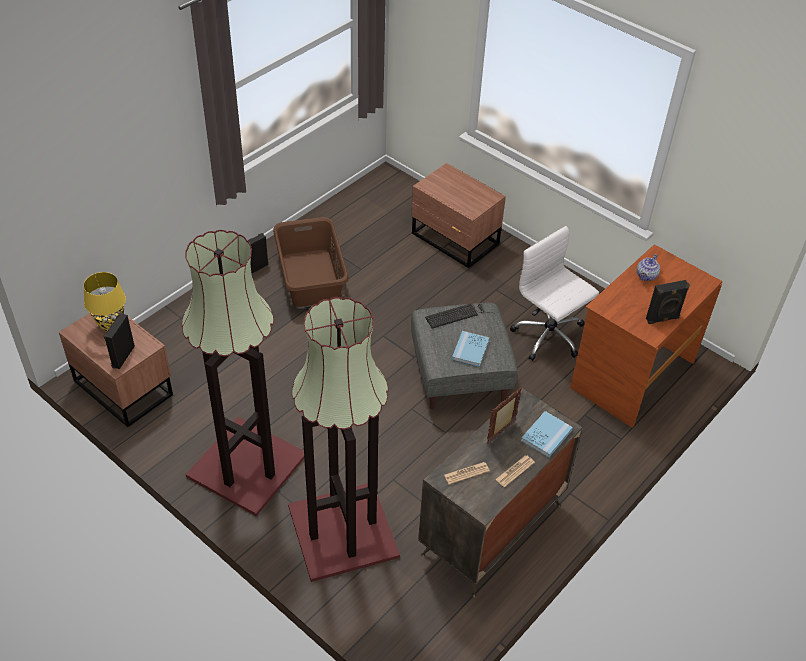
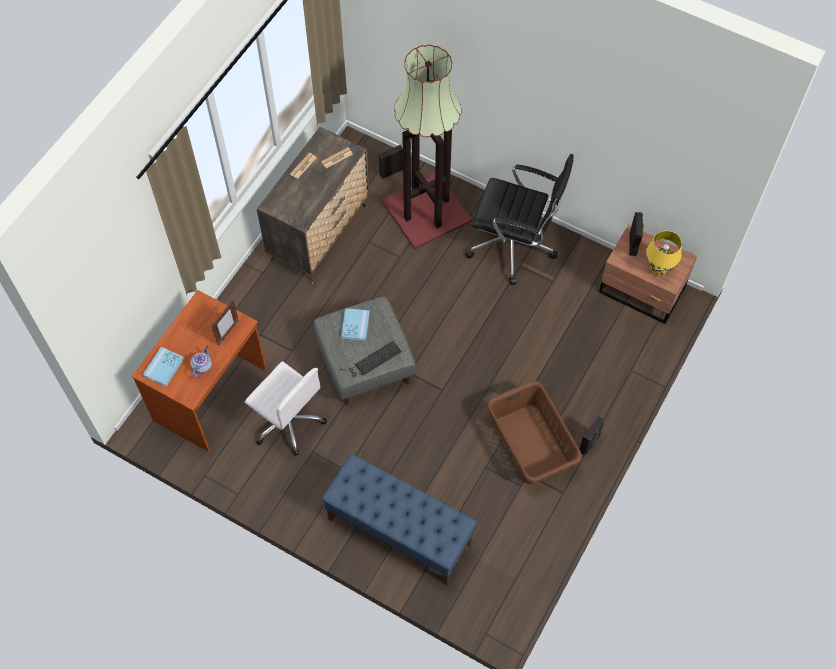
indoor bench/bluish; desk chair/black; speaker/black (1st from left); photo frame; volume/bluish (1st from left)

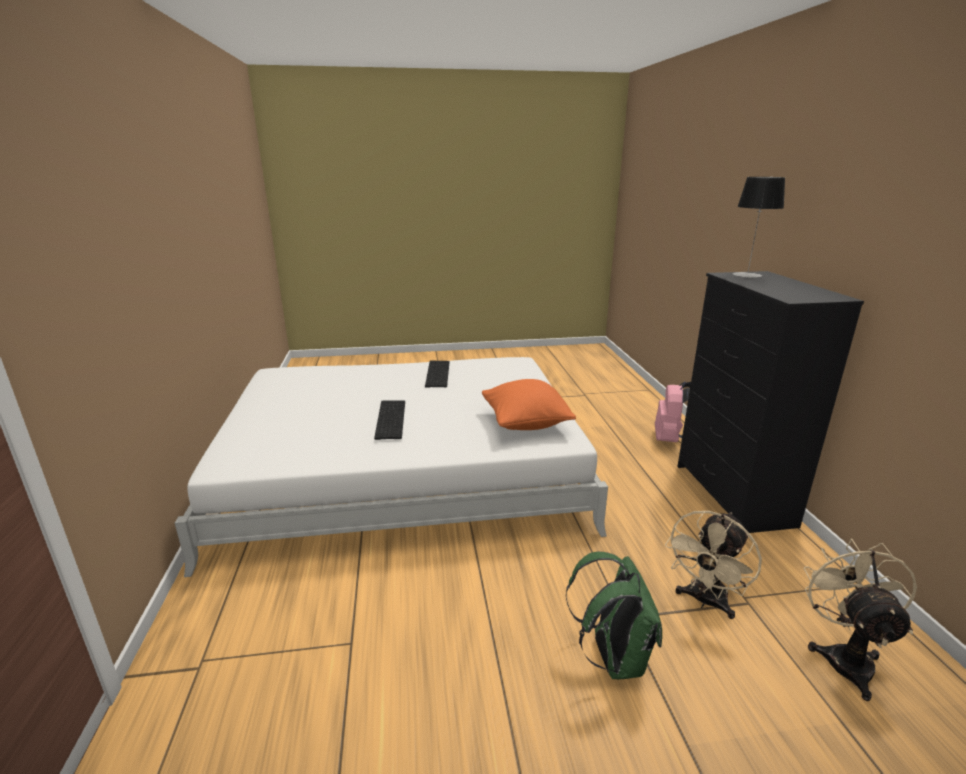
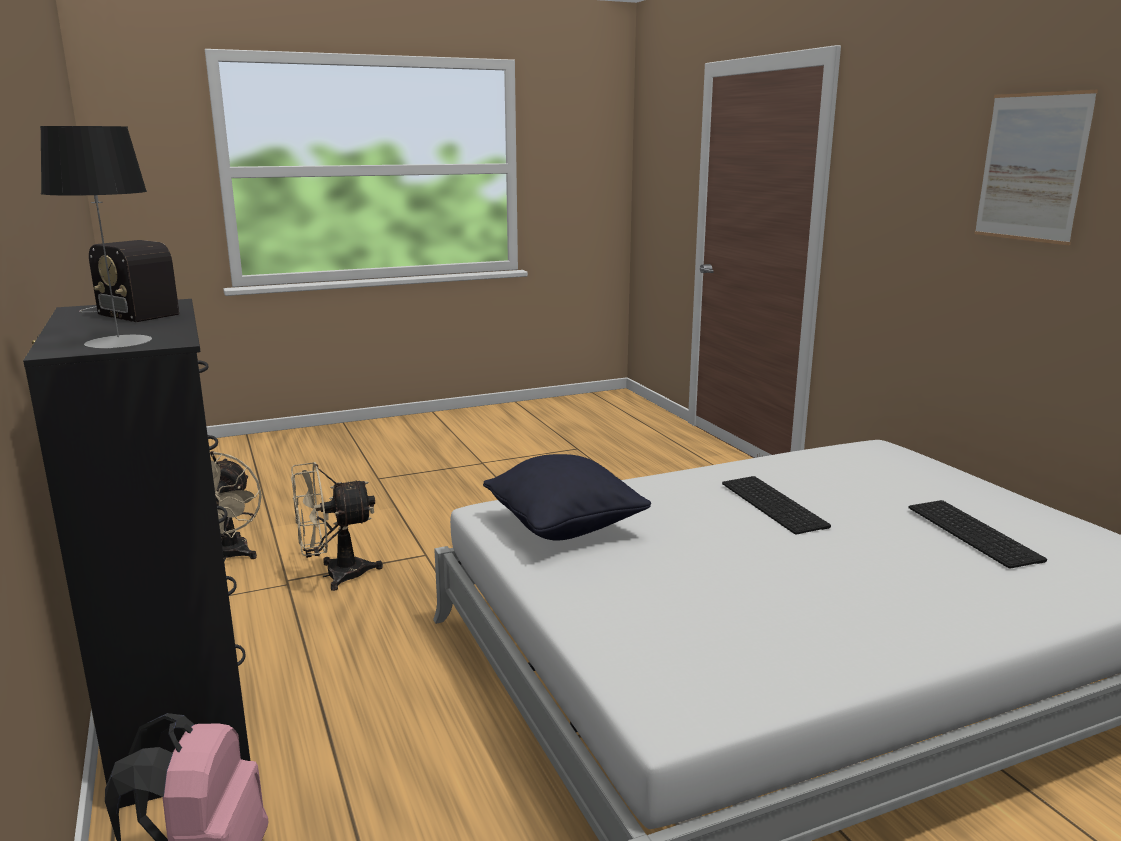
computer keyboard (2nd from left); pillow/black; electric fan/beige-coloured (2nd from left); rucksack/greenish; wall art; radio

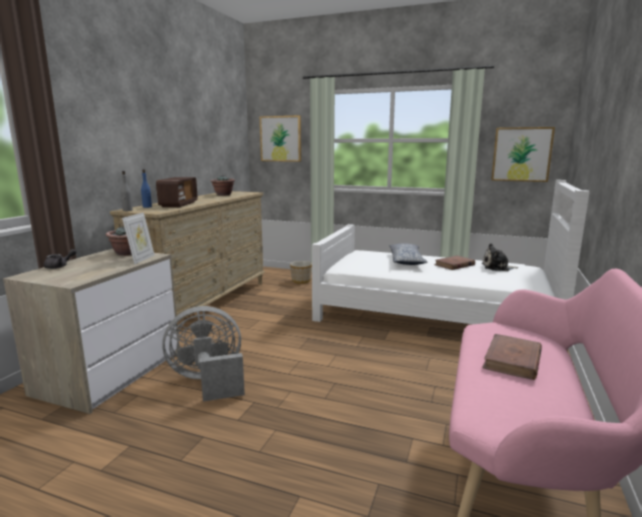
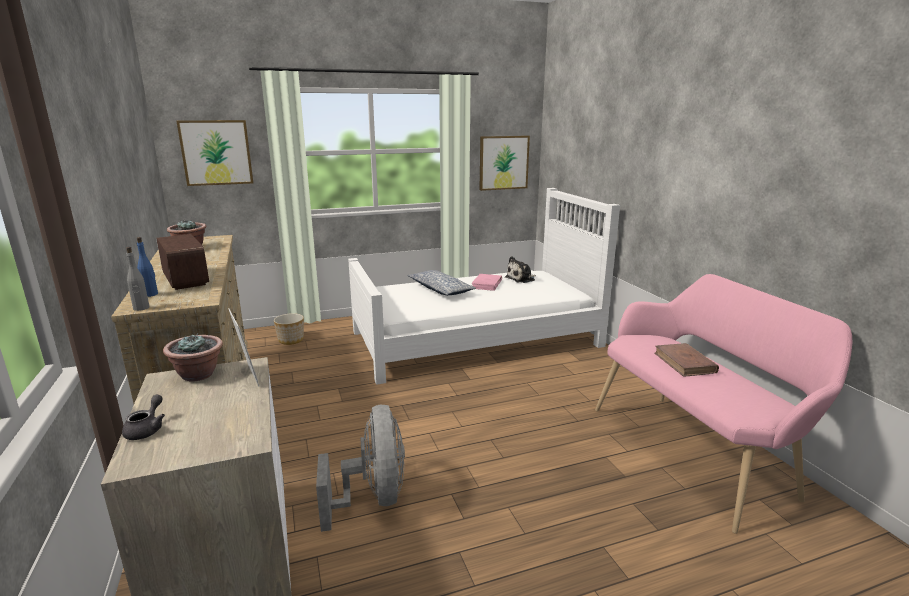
volume/pinkish; electric fan/gray

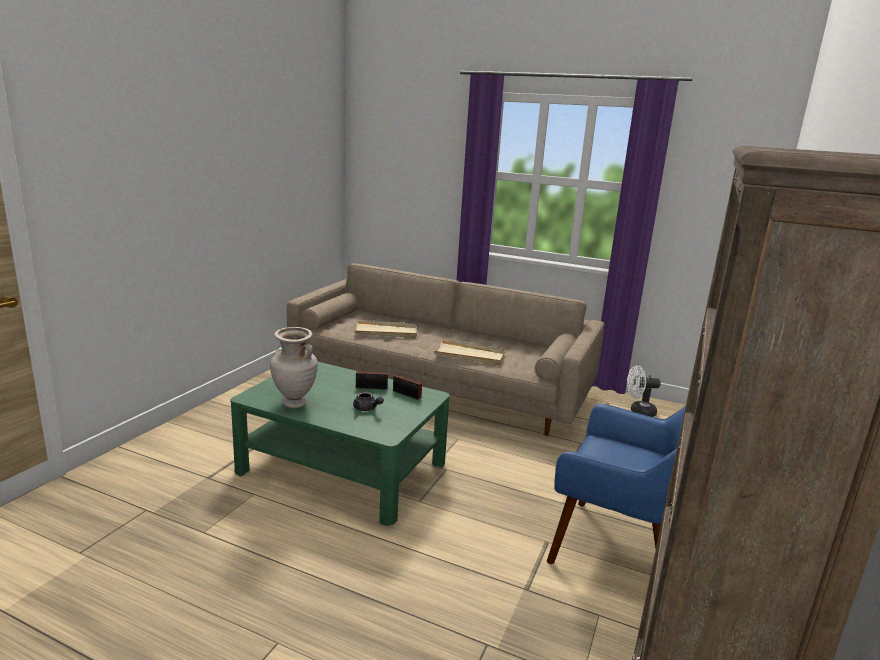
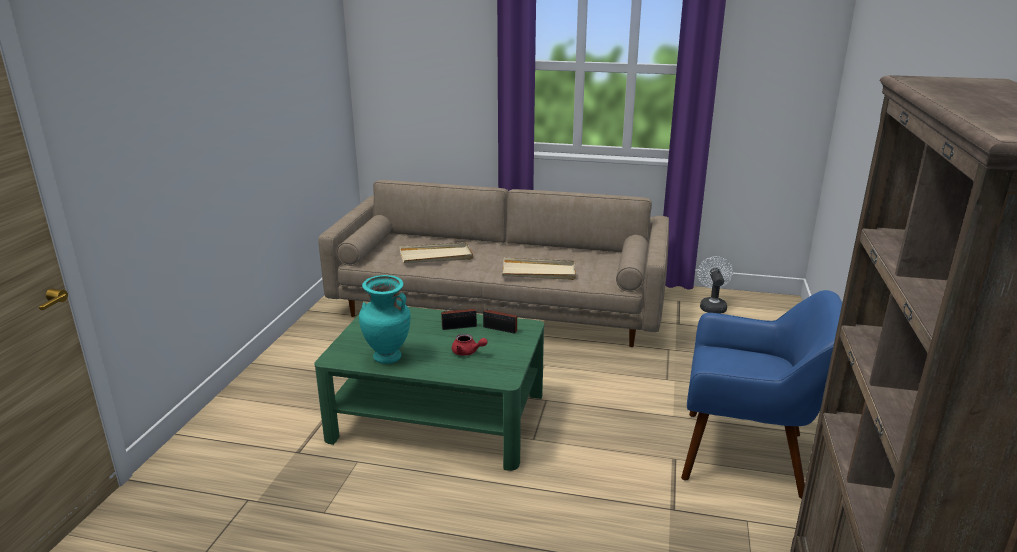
flower vase/turquoise-coloured; electric fan/whitish; tea pot/red-coloured

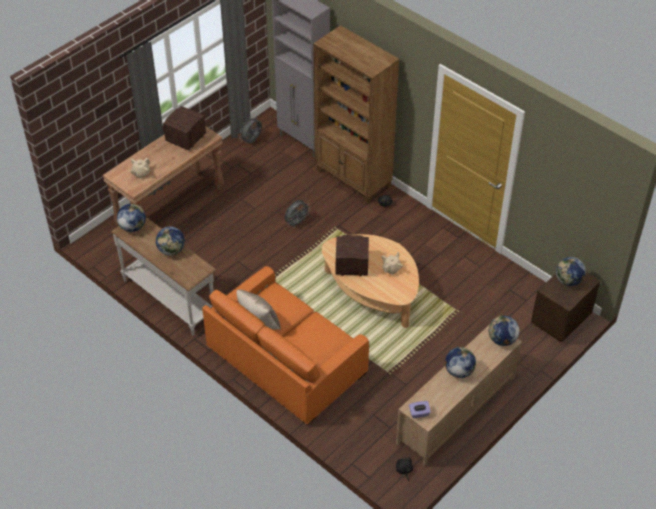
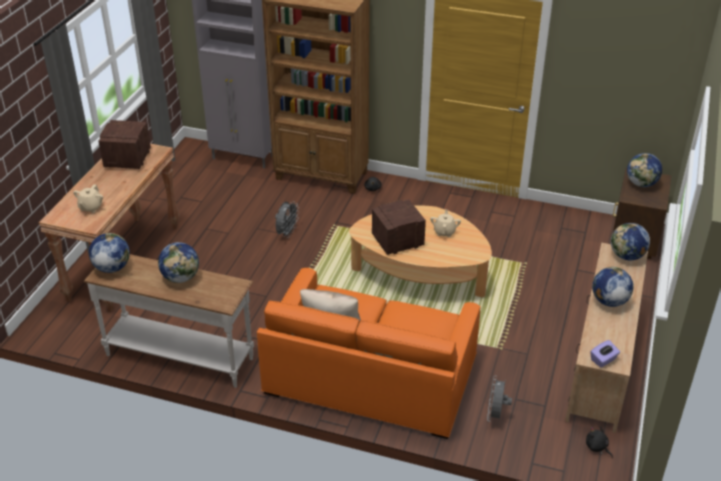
electric fan/gray (2nd from left)

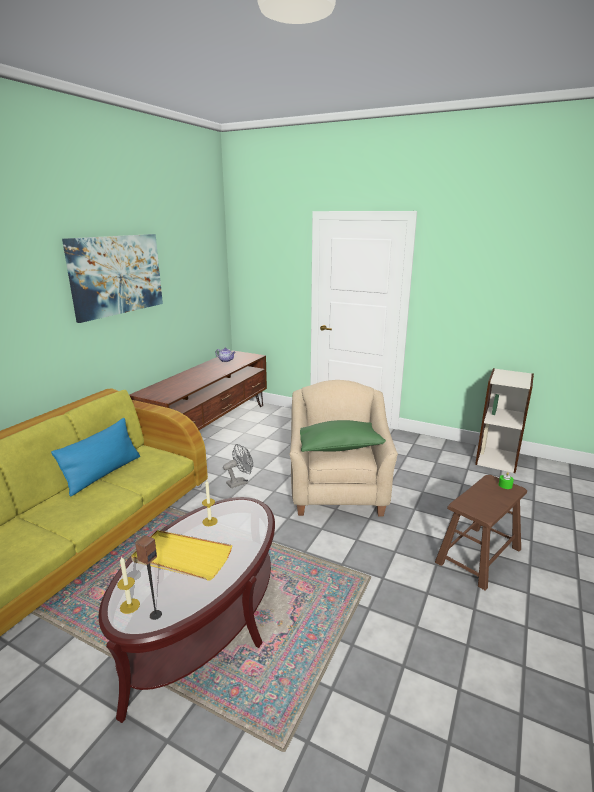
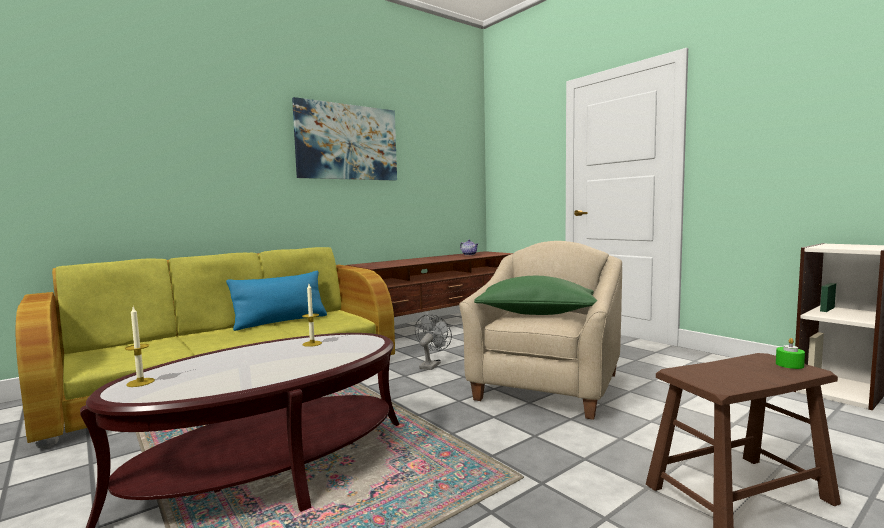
electric fan/gray; carrying tray/yellow-coloured; speaker

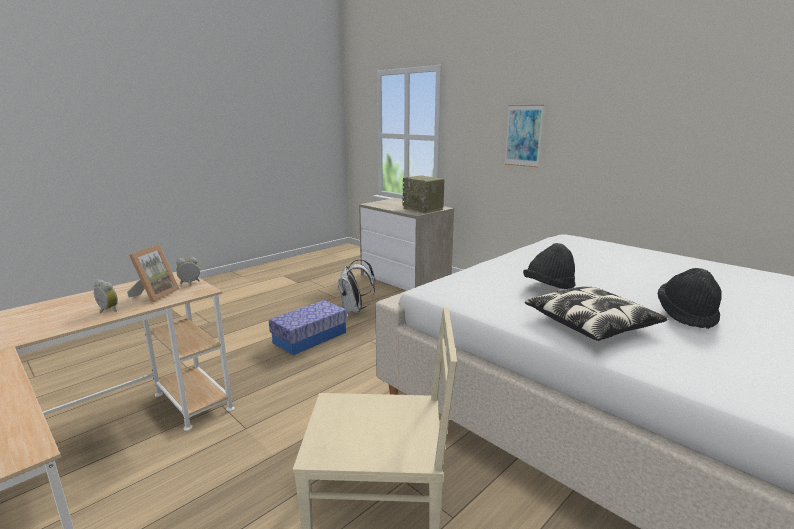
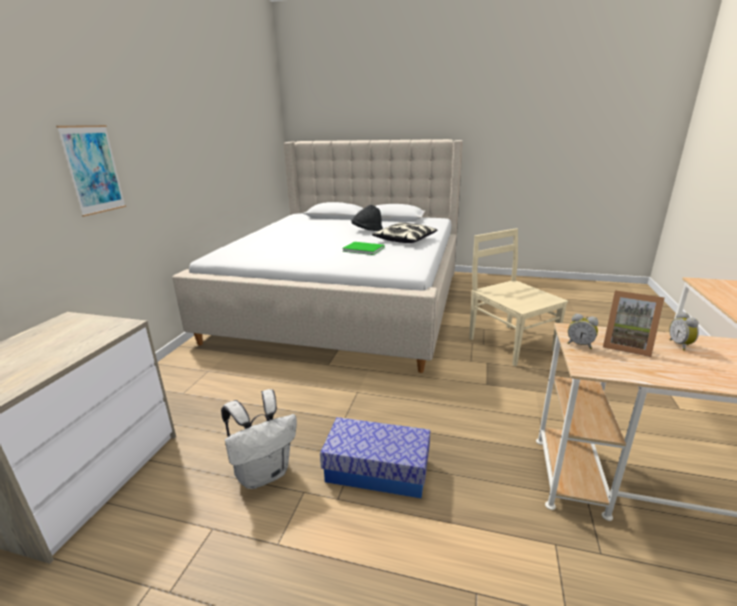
radio; volume/greenish; photo frame

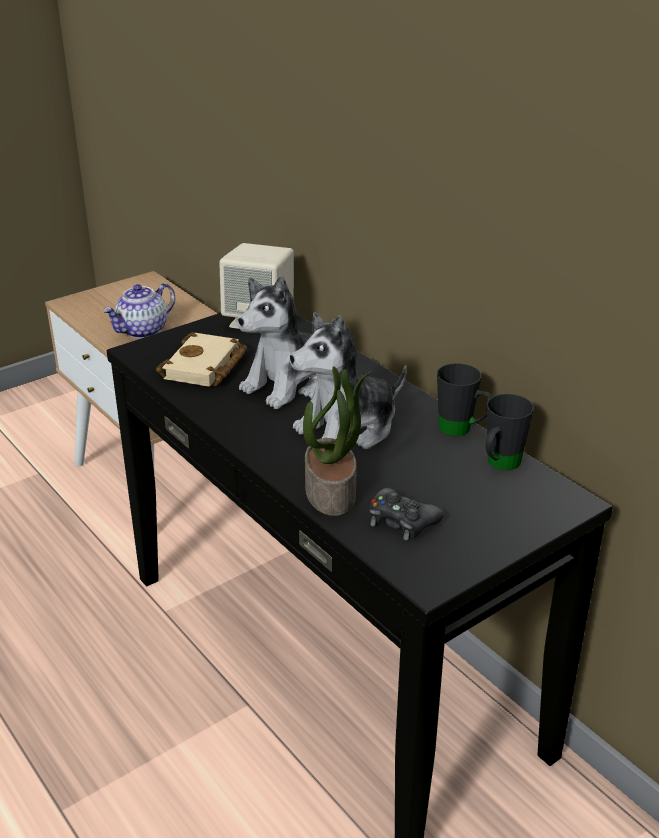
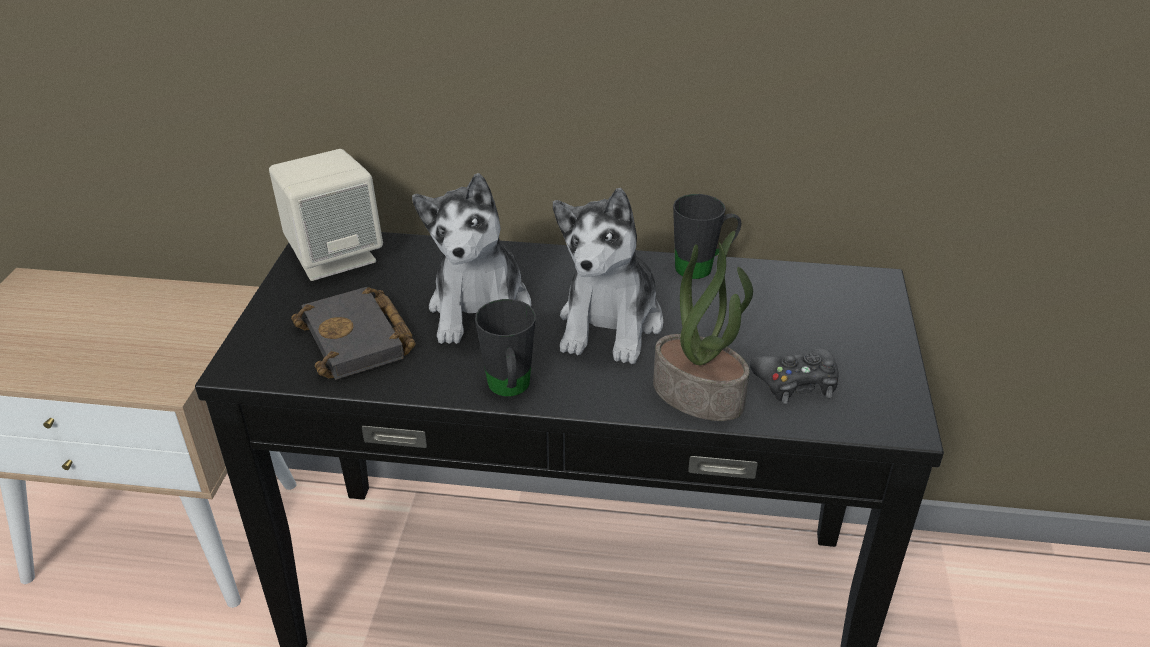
tea pot; volume/black; coffee mug/black (1st from left)

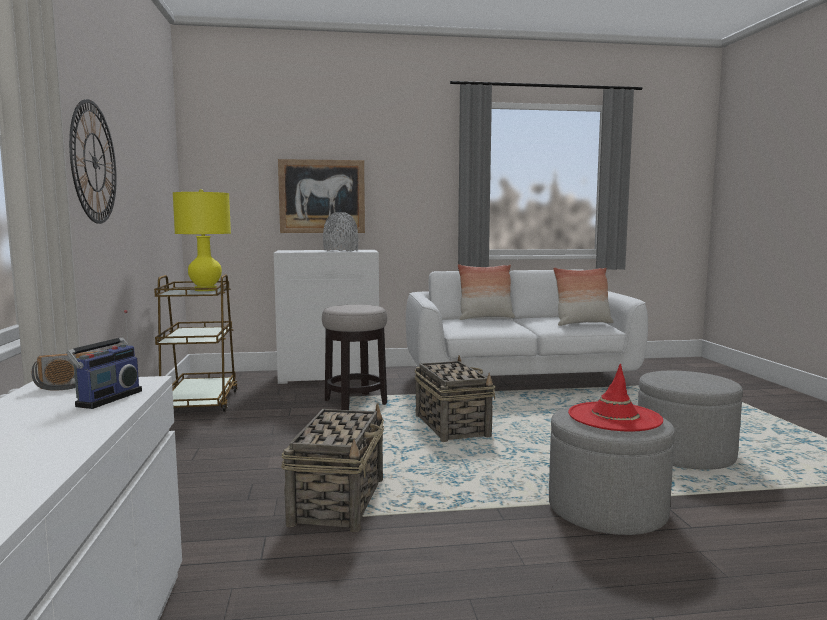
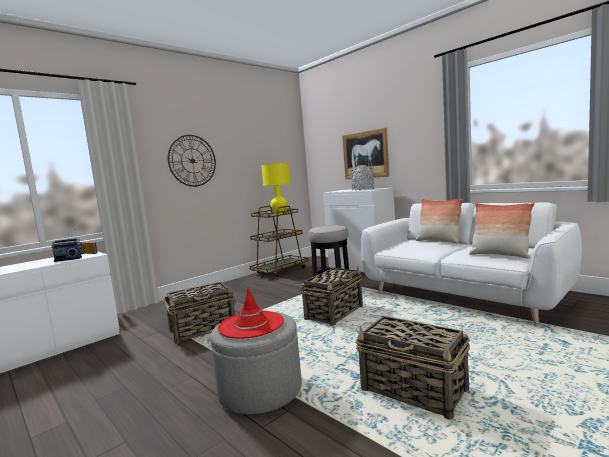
storage basket (3rd from left)

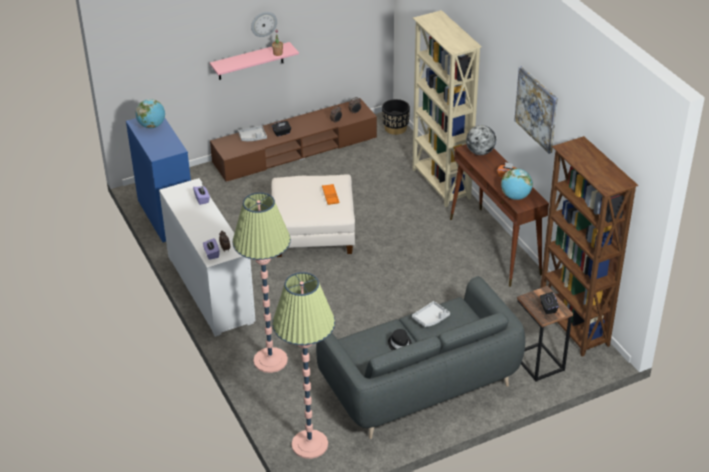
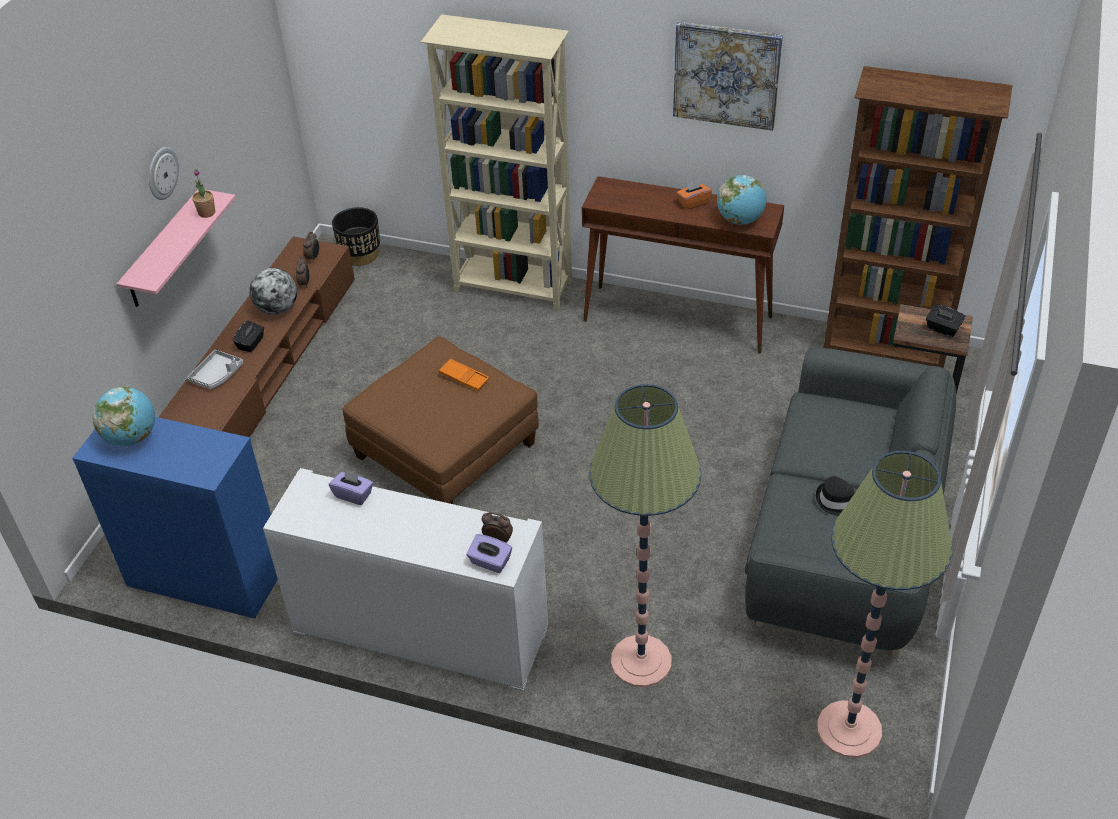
desk globe (2nd from left); ottoman/brown; carrying tray/gray (2nd from left in the first image)

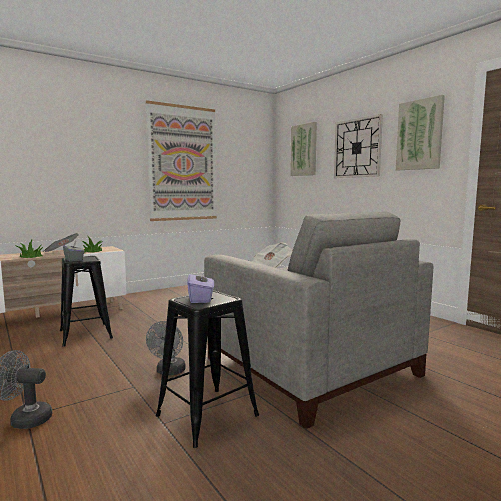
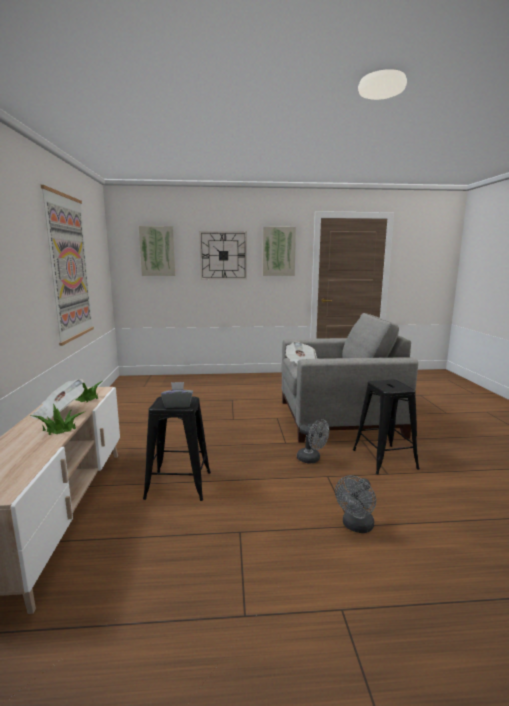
tissue holder/purple-coloured

